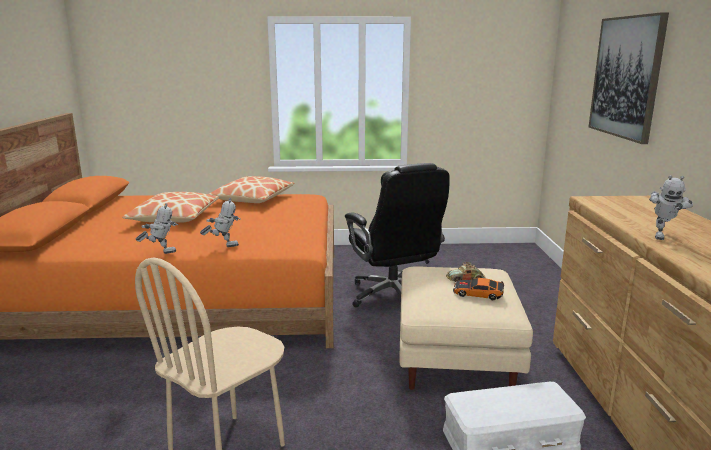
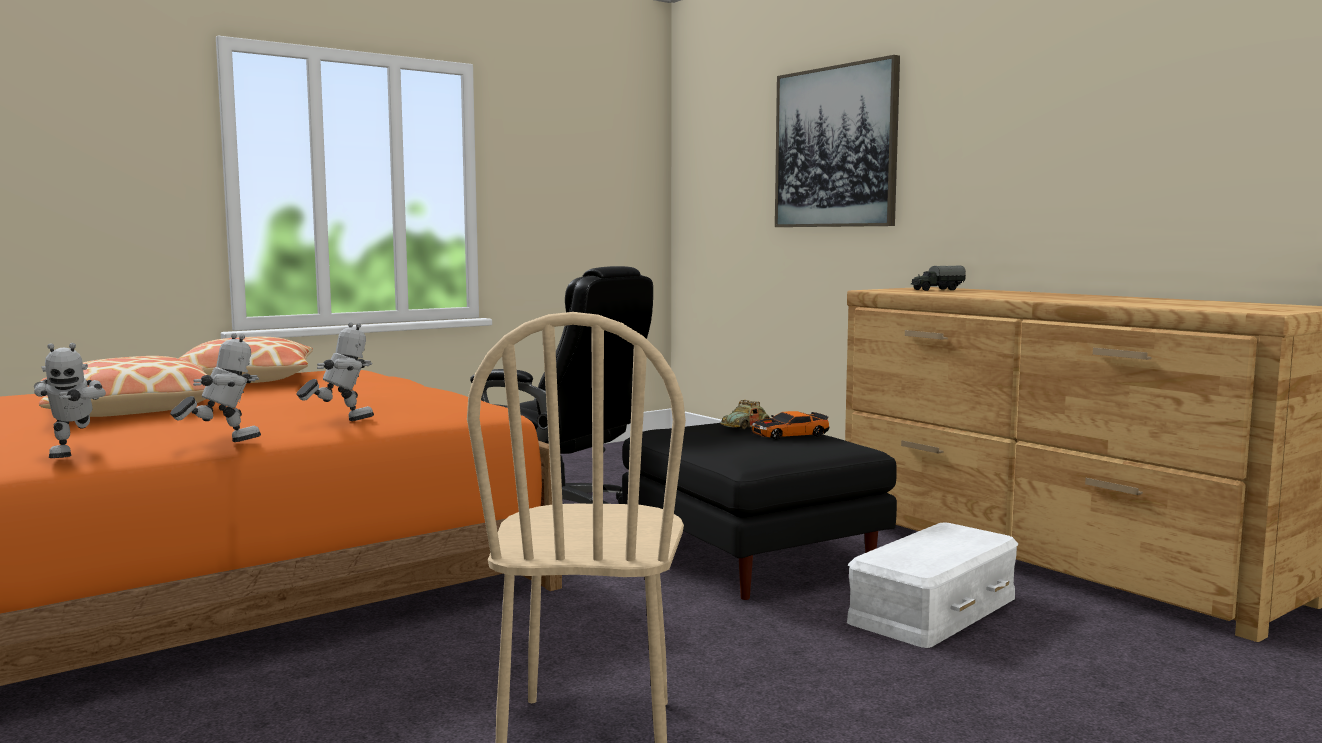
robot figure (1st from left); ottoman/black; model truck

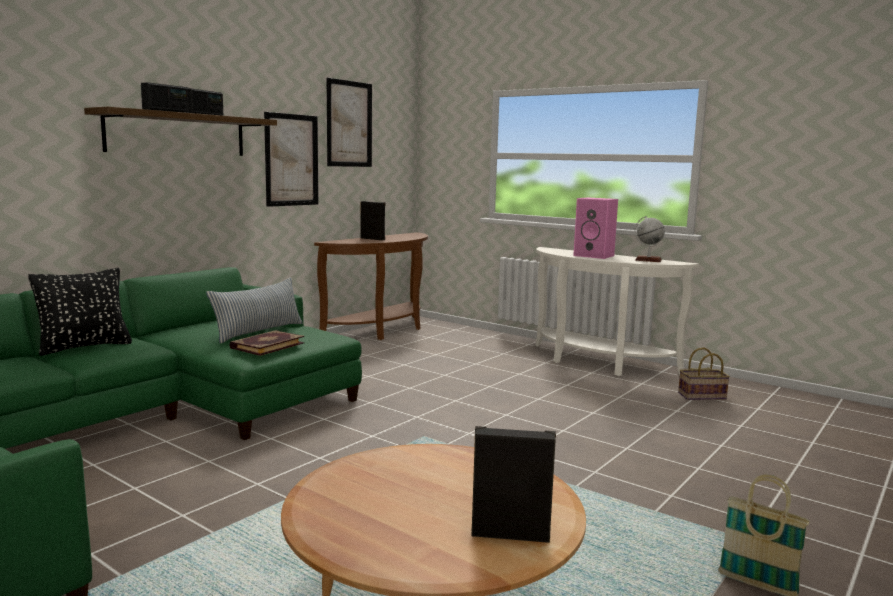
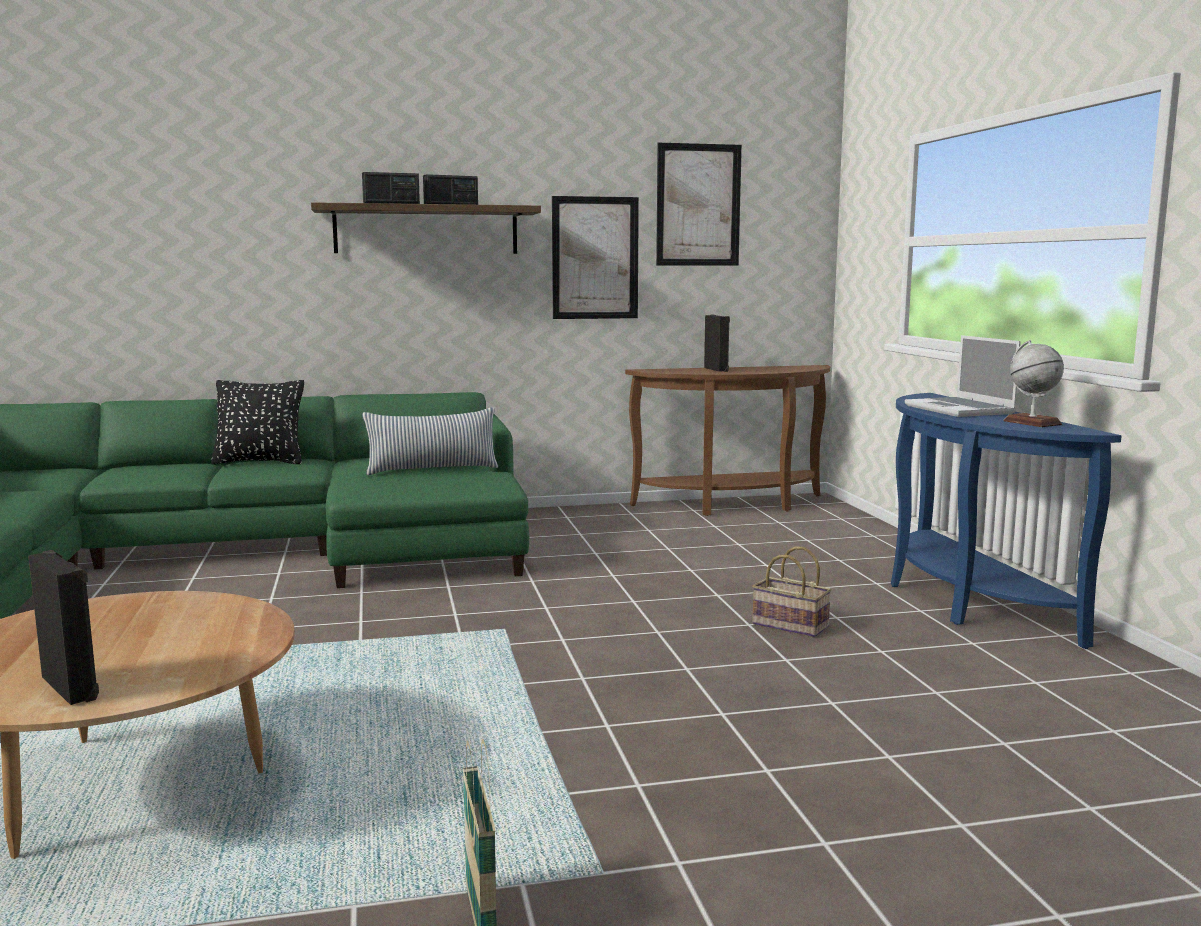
portable computer; console table/bluish; volume; storage basket (2nd from left)

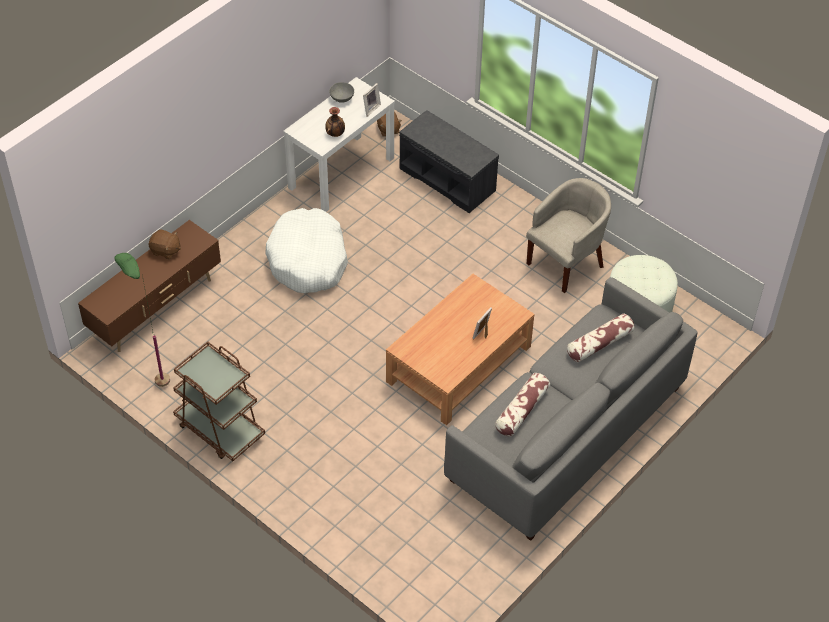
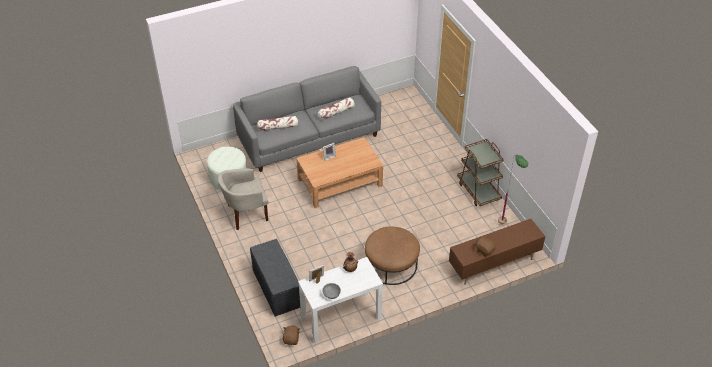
ottoman/brown

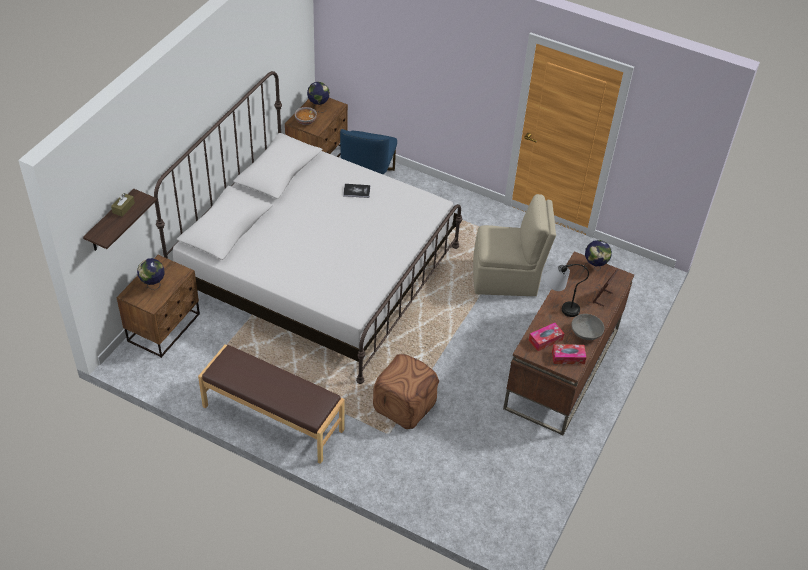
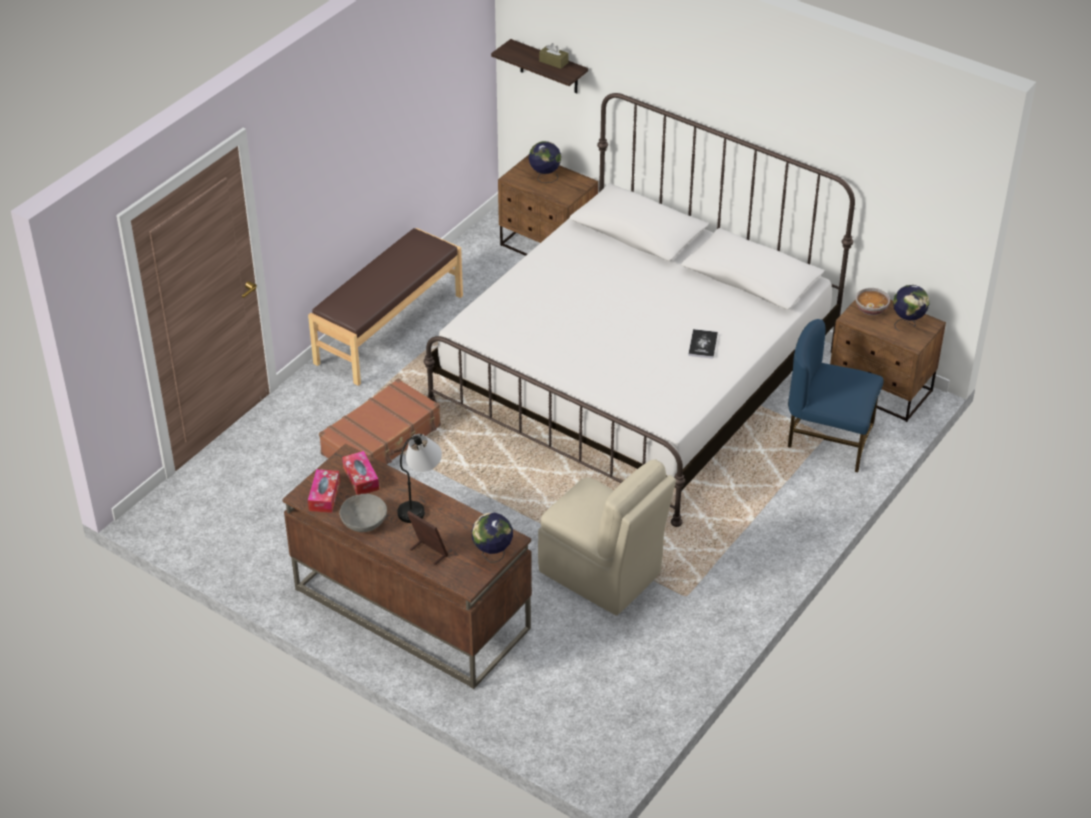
plain chair/beige-coloured; travel case/brown

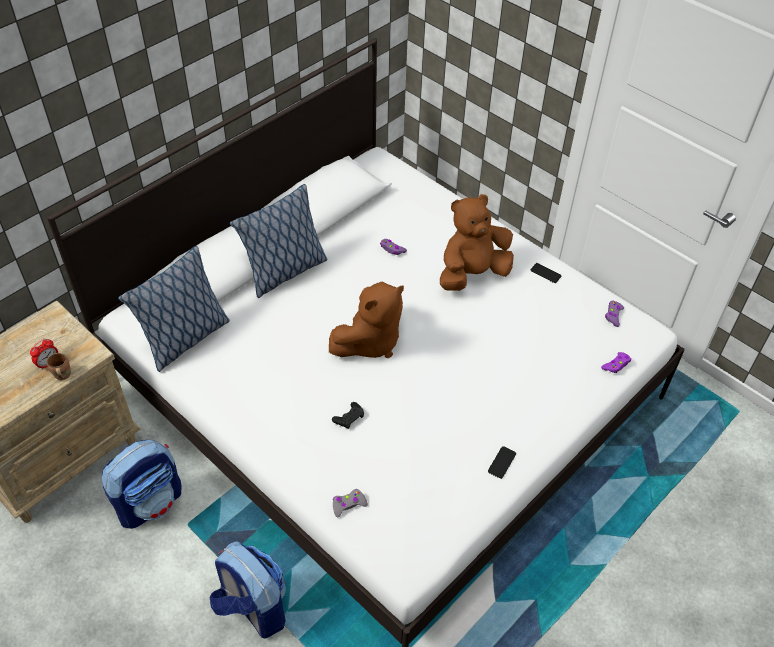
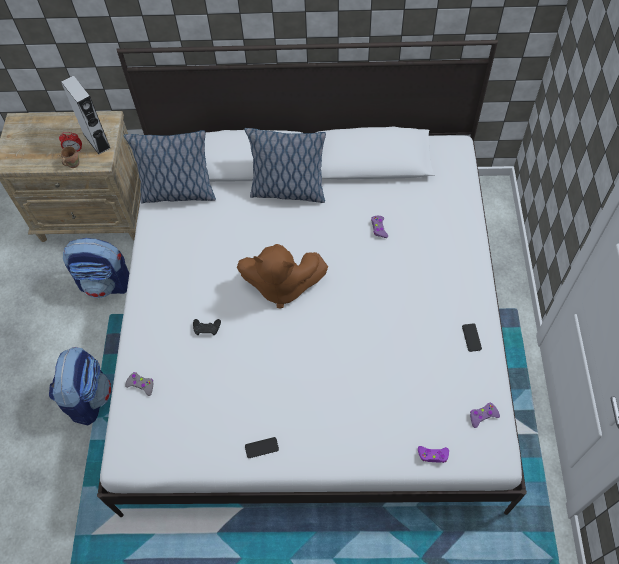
plush toy/brown (2nd from left in the first image); speaker/gray

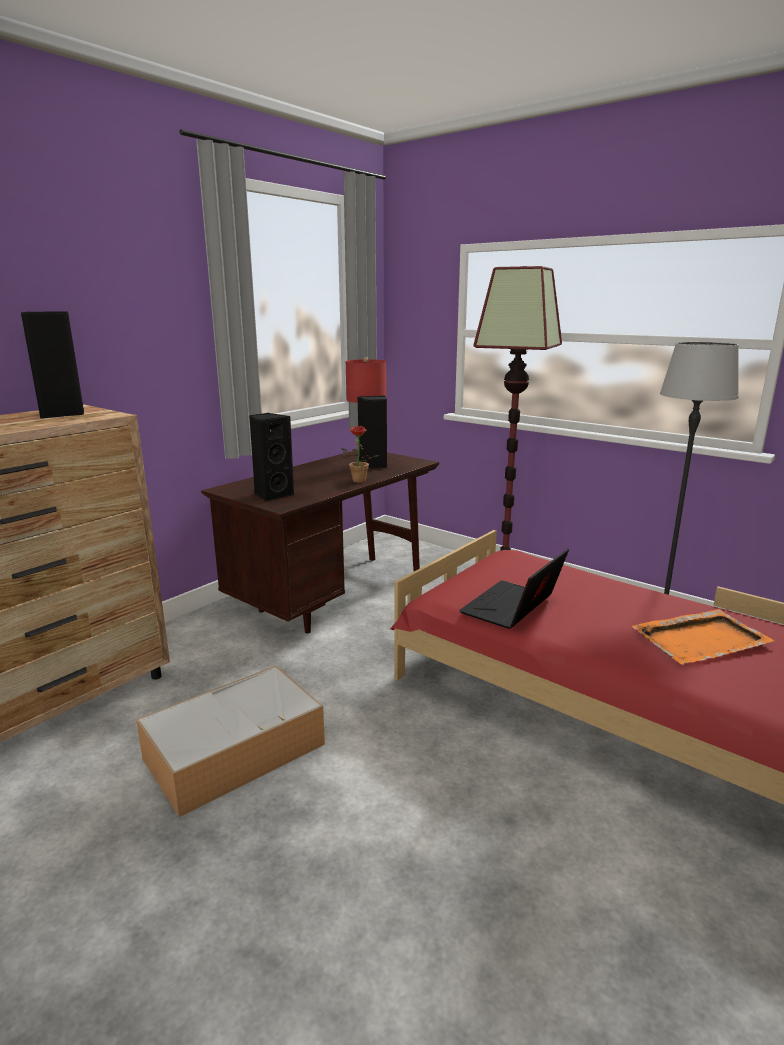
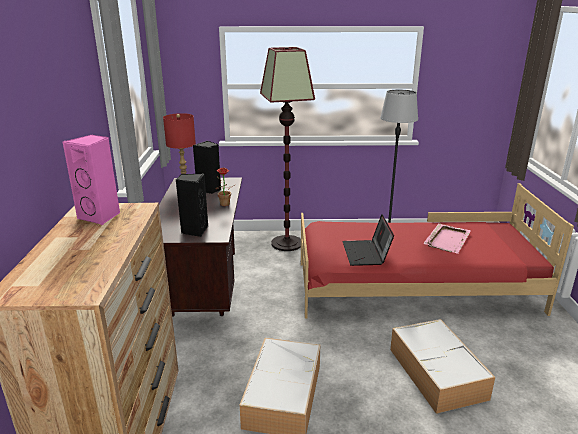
speaker/pinkish; carrying tray/pinkish; storage container (2nd from left)

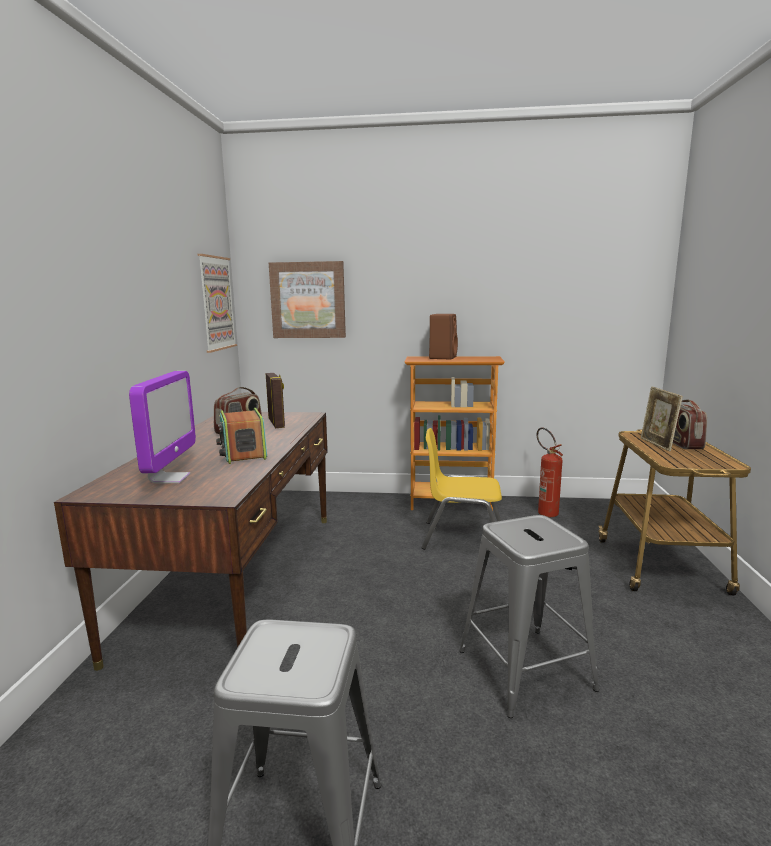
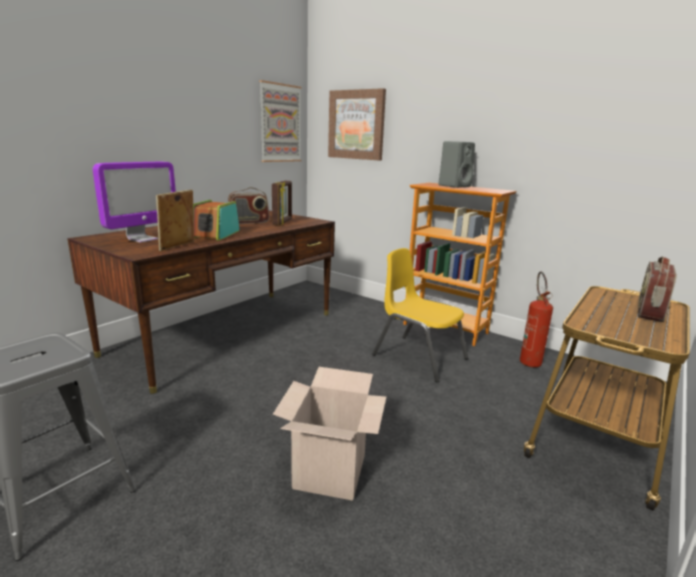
speaker/gray; photo frame (1st from left); packing box

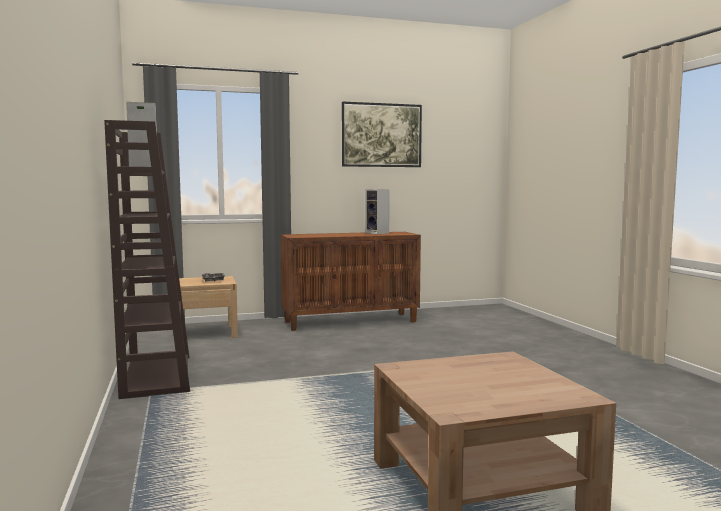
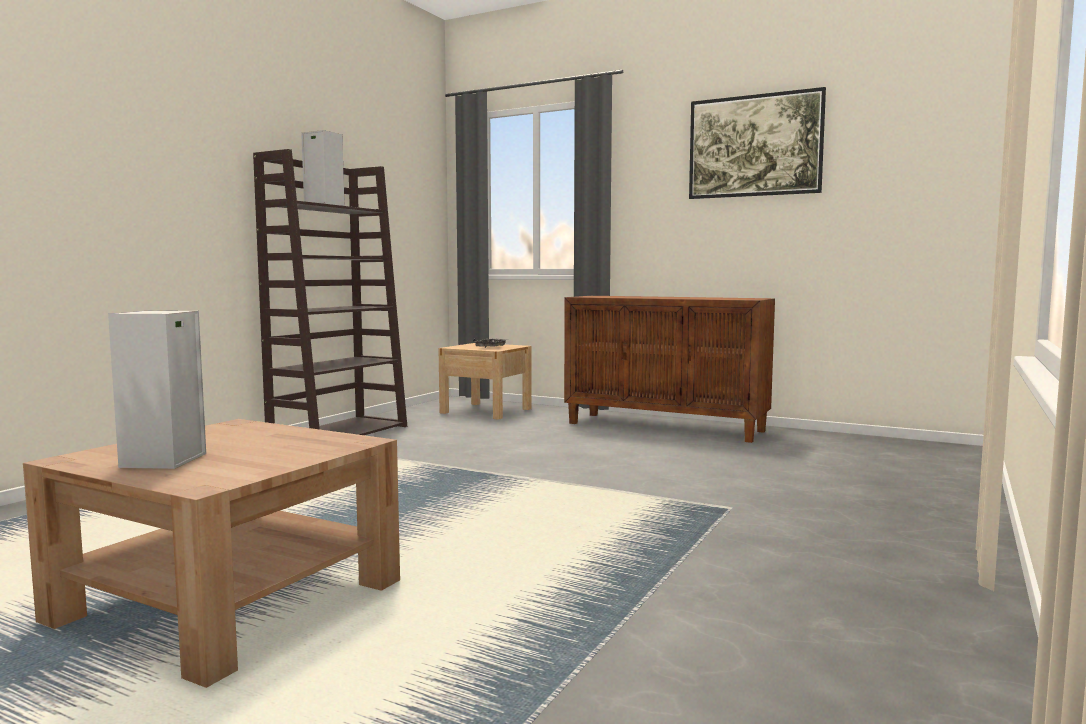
speaker (1st from left)

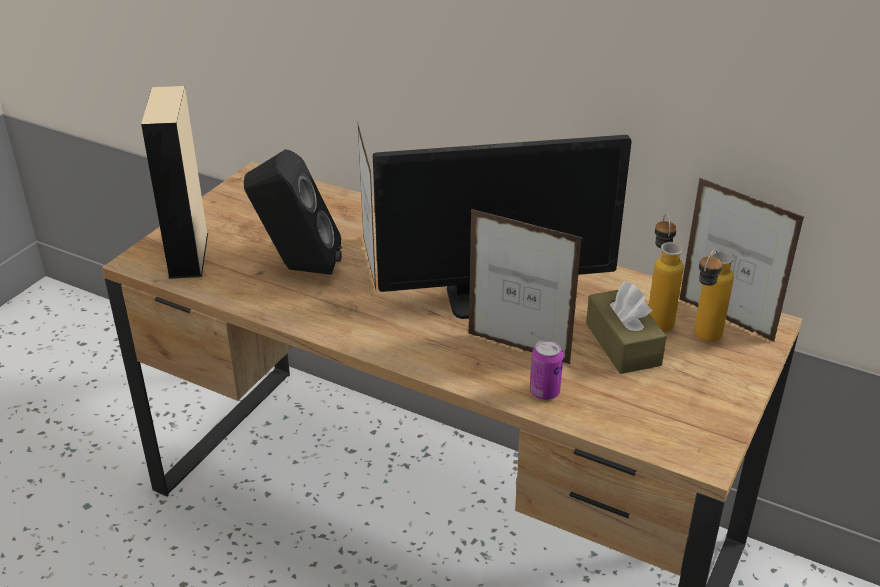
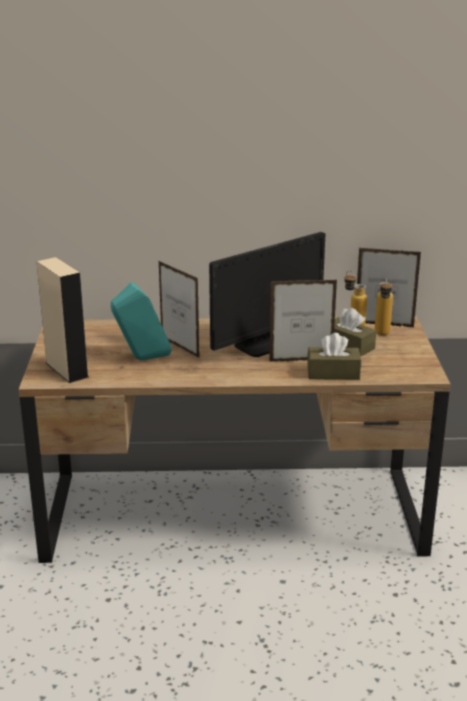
speaker/turquoise-coloured; tissue holder/brown (1st from left)

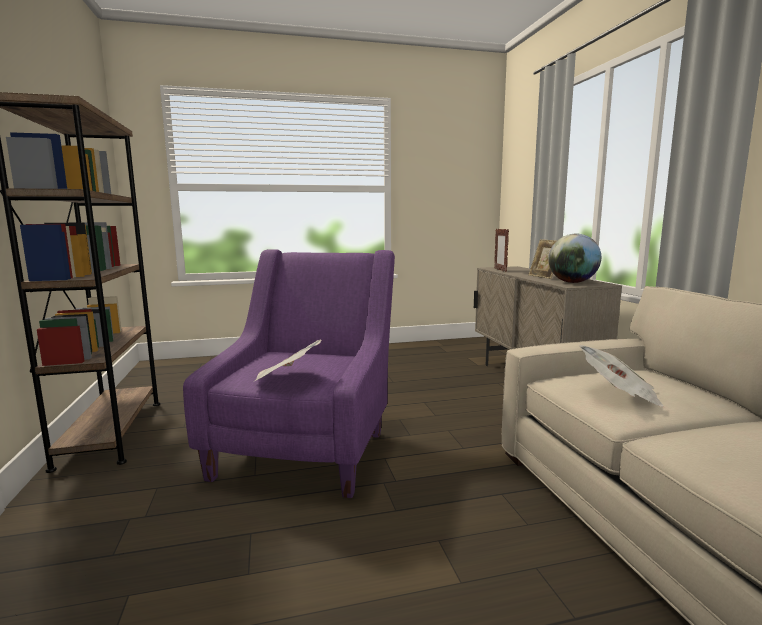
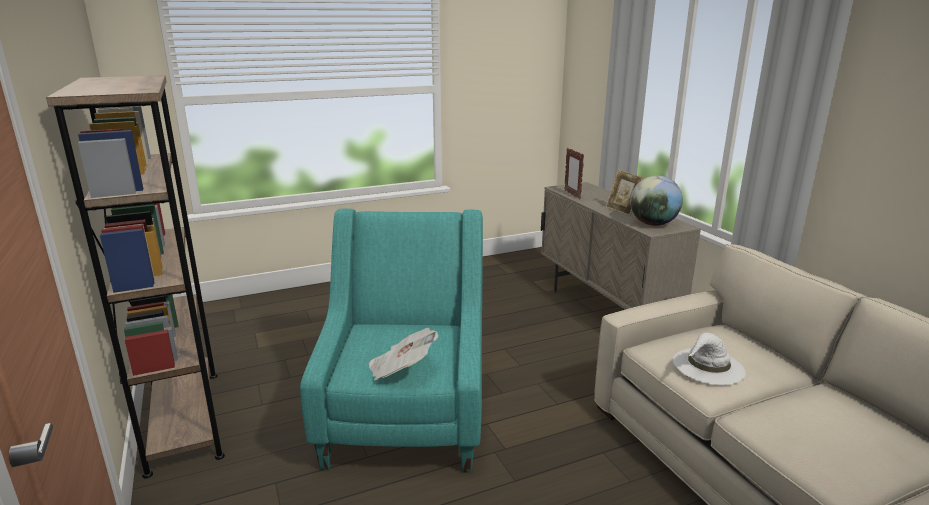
easy chair/turquoise-coloured; wearable hat/whitish

